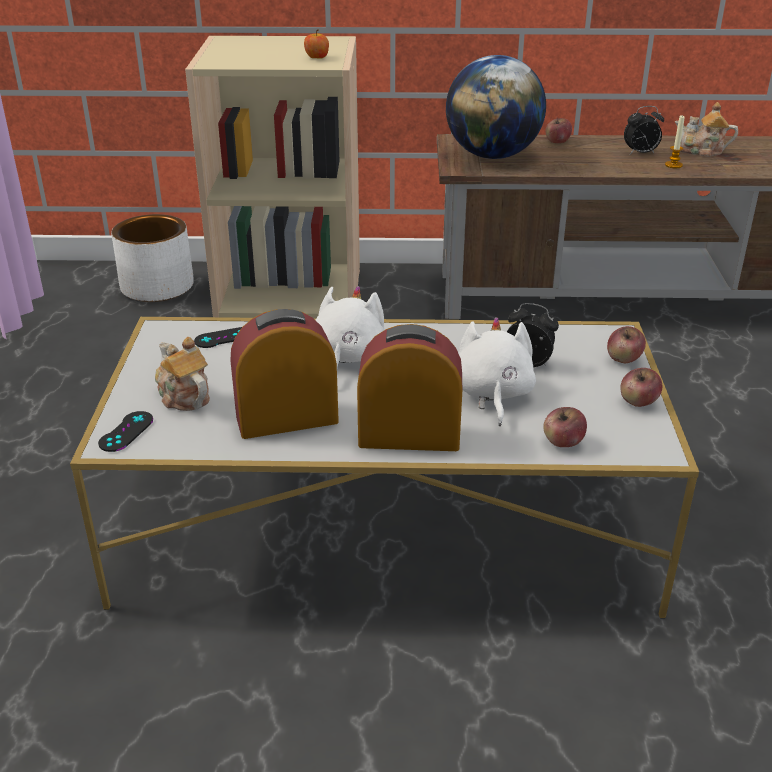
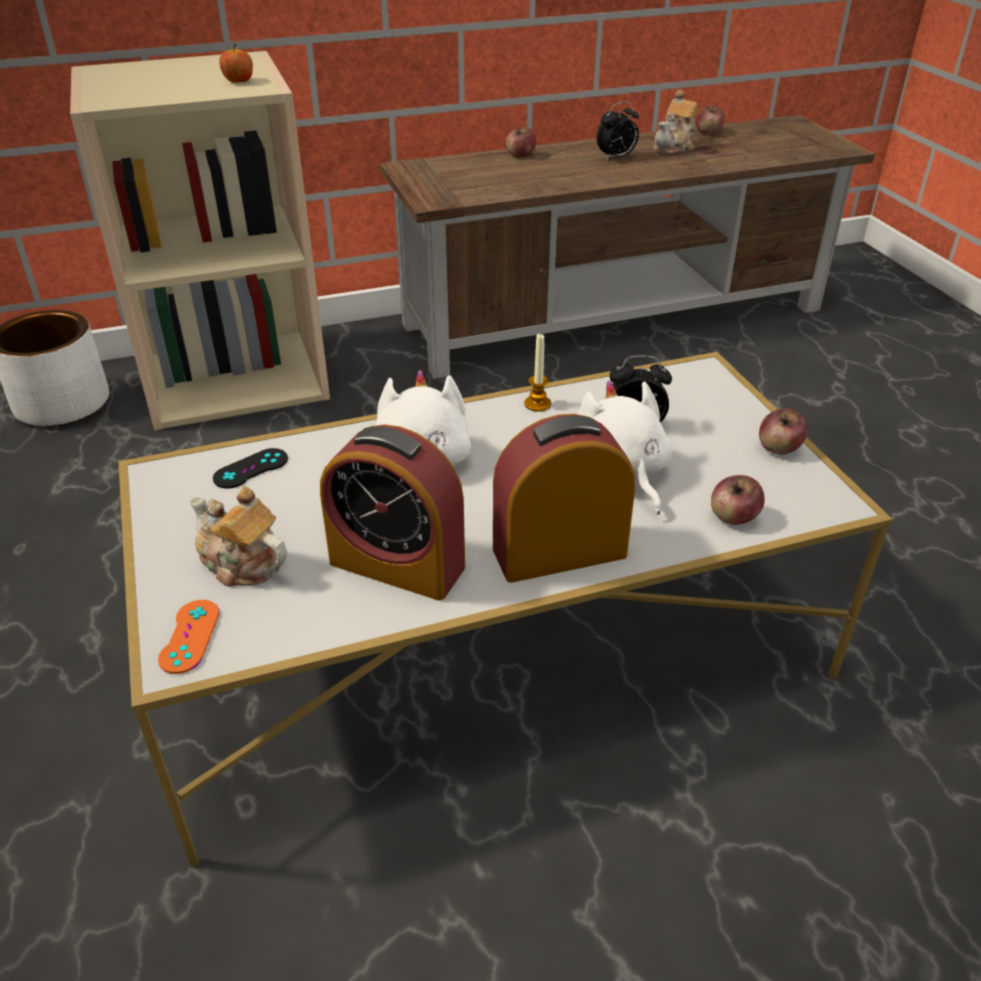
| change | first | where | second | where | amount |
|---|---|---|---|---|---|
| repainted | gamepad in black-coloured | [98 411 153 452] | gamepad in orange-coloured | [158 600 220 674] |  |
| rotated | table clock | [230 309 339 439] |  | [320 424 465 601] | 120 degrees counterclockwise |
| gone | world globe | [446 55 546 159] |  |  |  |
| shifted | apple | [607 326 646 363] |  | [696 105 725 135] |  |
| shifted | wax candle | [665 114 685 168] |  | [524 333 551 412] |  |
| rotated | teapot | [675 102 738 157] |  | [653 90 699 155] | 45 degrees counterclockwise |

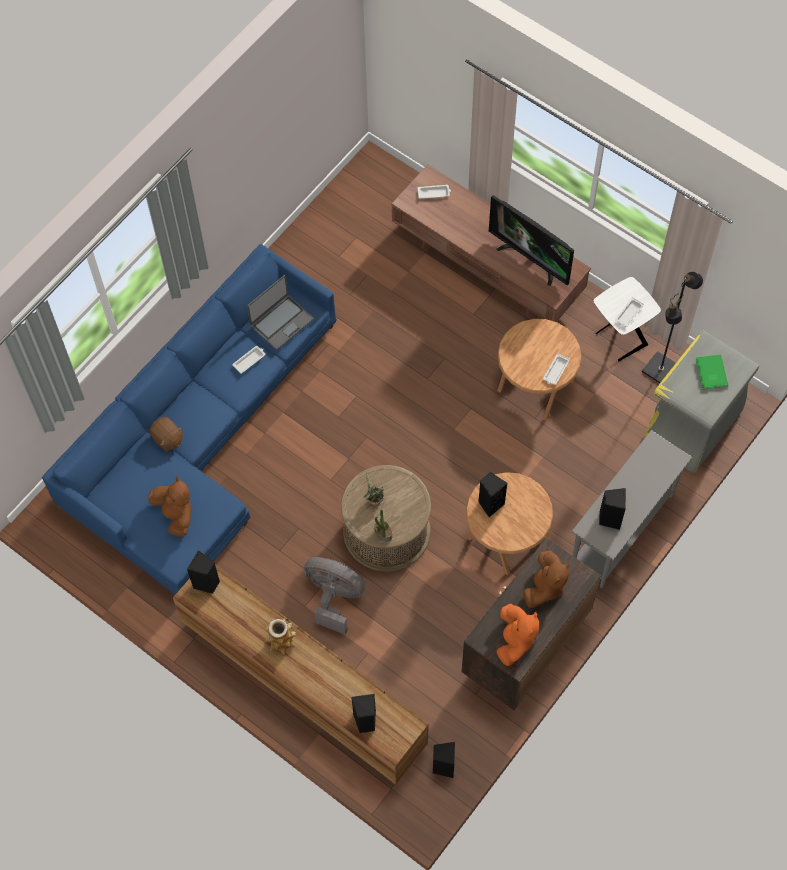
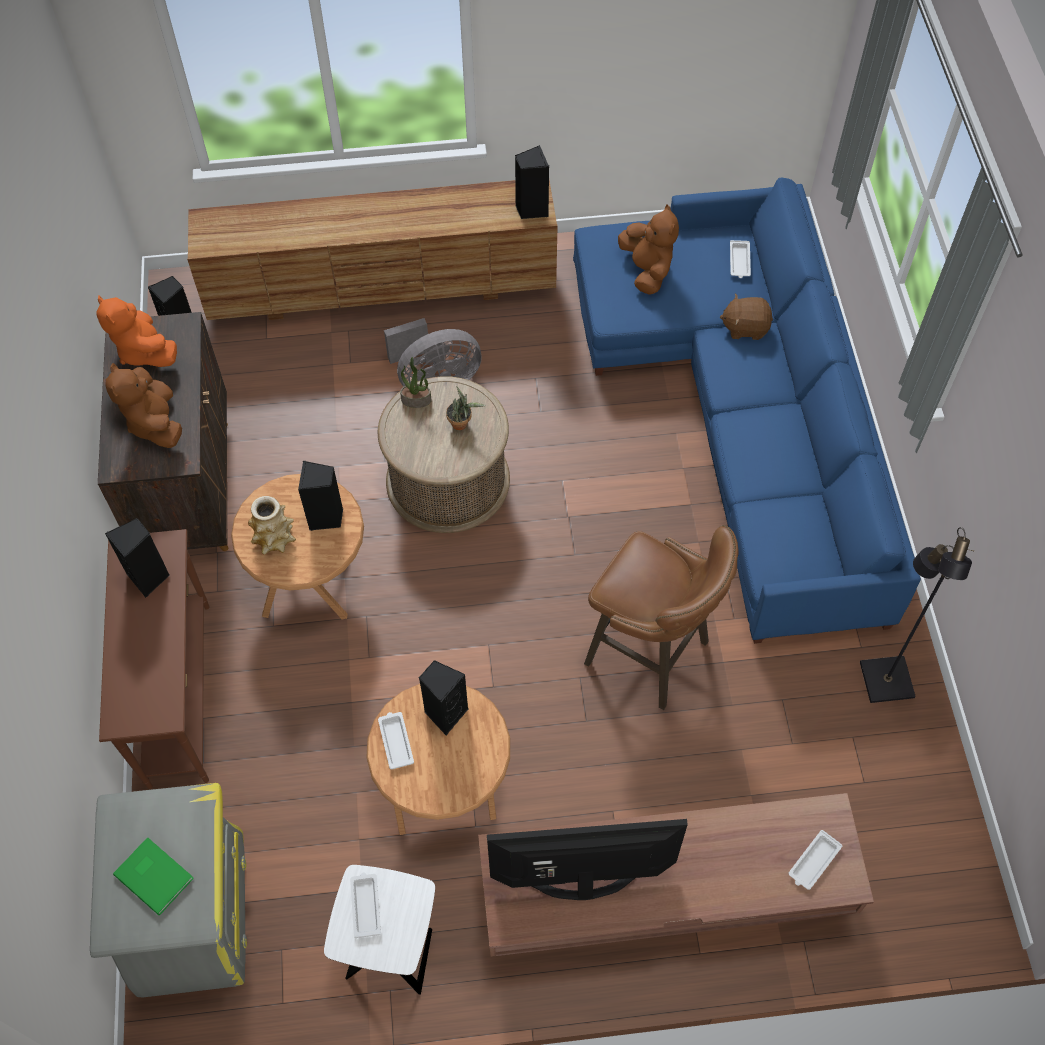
| change | first | where | second | where | amount |
|---|---|---|---|---|---|
| rotated | plush toy in brown-coloured | [148 476 191 537] |  | [618 204 679 295] | 120 degrees counterclockwise |
| shifted | serving tray in white | [232 346 265 374] |  | [730 240 751 278] |  |
| gone | notebook computer | [247 275 314 350] |  |  |  |
| shifted | decorative vase | [265 618 296 655] |  | [248 496 296 555] |  |
| shifted | audio speaker in black-coloured | [351 694 376 733] |  | [419 660 468 736] |  |
| repainted | hall table in greyish | [572 430 692 588] | hall table in brown-coloured | [99 529 210 789] |  |
| shifted | standard lamp in black-coloured | [642 272 703 383] |  | [860 527 975 703] |  |
| new |  |  | stool in brown-coloured | [584 525 739 710] |  |

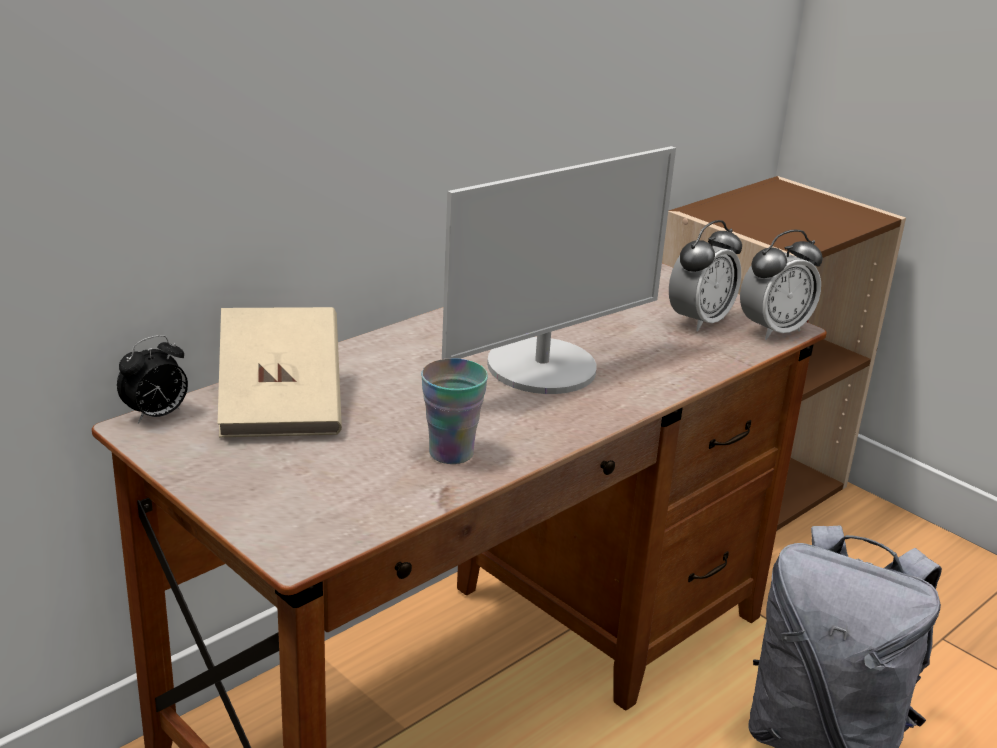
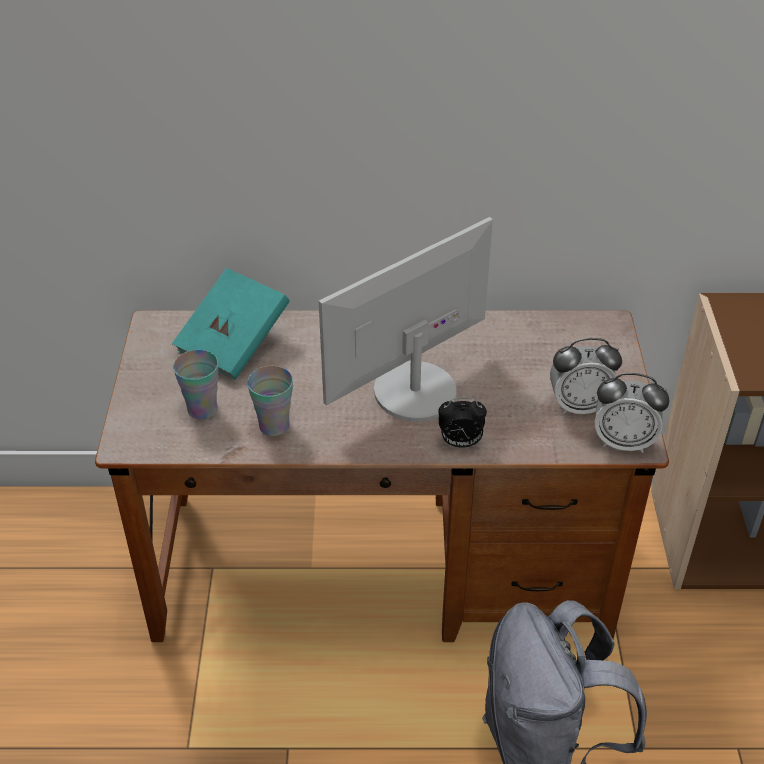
| change | first | where | second | where | amount |
|---|---|---|---|---|---|
| shifted | table clock | [117 335 188 424] |  | [438 398 487 448] |  |
| repainted | bound book in beige | [218 307 342 438] | bound book in turquoise-coloured | [172 268 289 380] |  |
| rotated | computer display | [442 146 676 394] |  | [319 217 493 422] | 135 degrees clockwise |
| new |  |  | drinking cup | [173 350 219 419] |  |

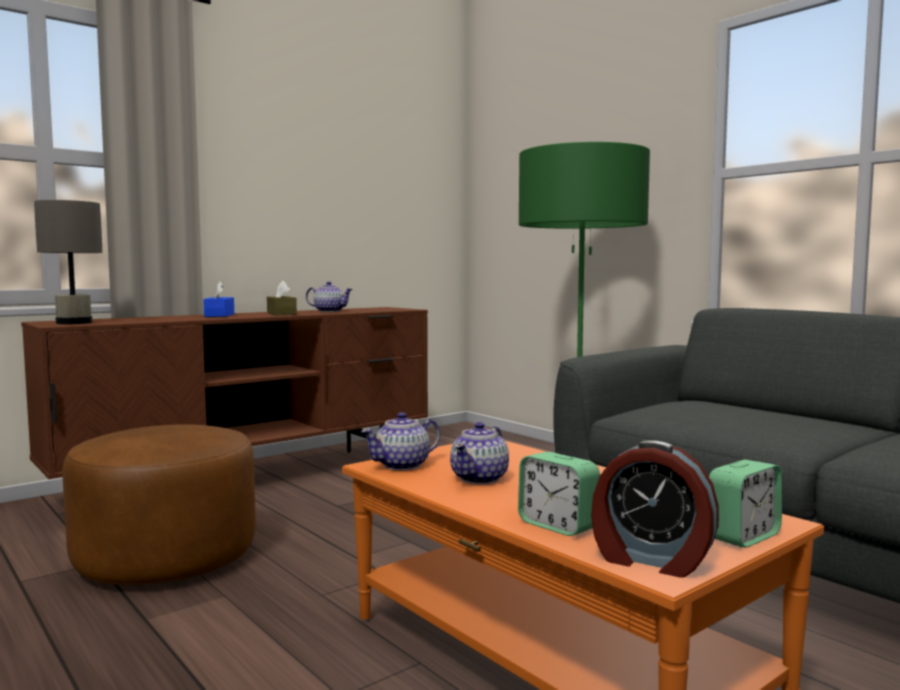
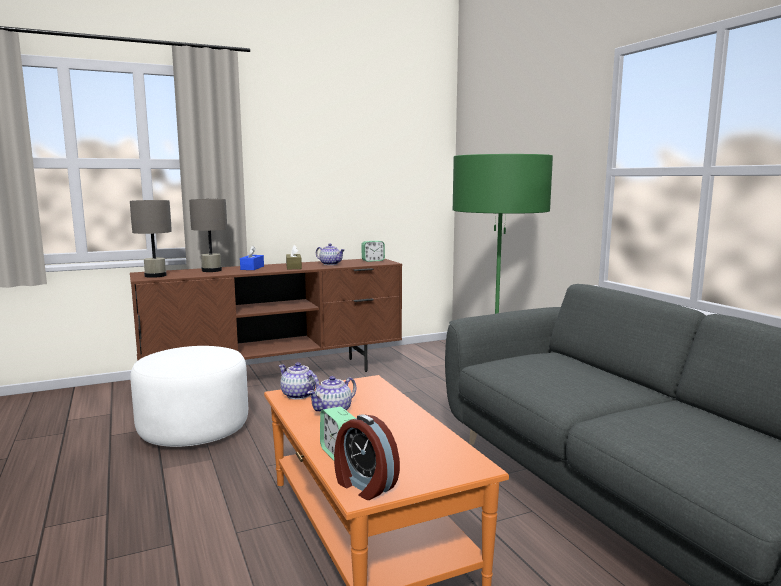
| change | first | where | second | where | amount |
|---|---|---|---|---|---|
| repainted | footrest in brown-coloured | [62 424 256 585] | footrest in white | [130 346 248 447] |  |
| rotated | teapot | [361 412 441 471] |  | [278 362 319 400] | 60 degrees clockwise |
| shifted | table clock | [709 460 782 548] |  | [361 241 385 262] |  |
| new |  |  | lamp for a table in greyish | [189 199 227 272] |  |

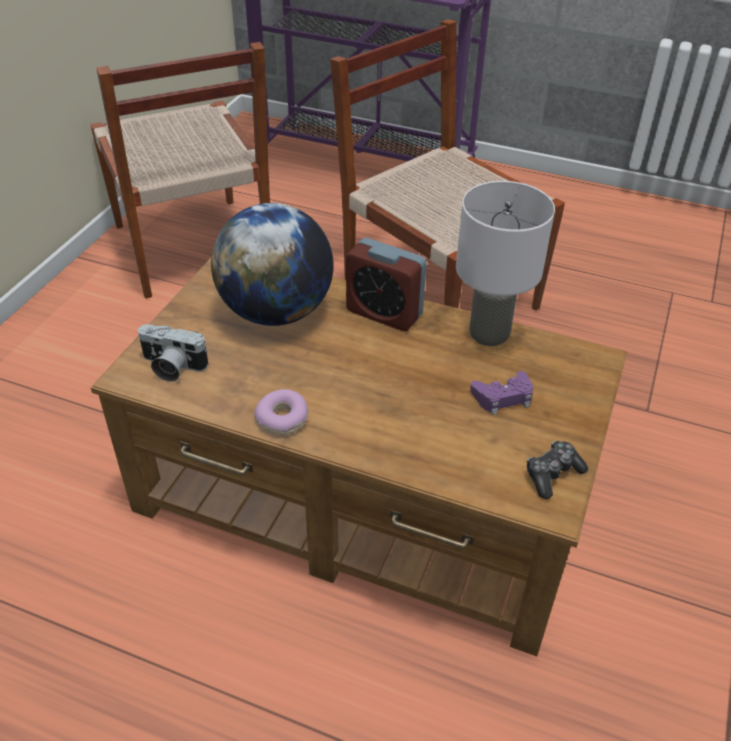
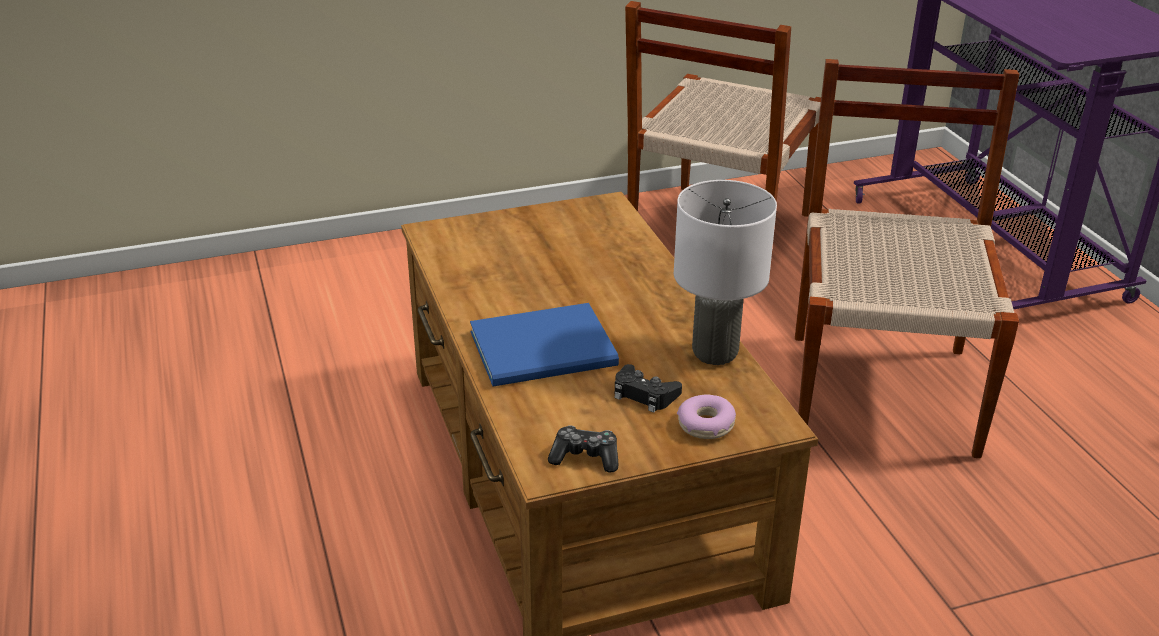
| change | first | where | second | where | amount |
|---|---|---|---|---|---|
| gone | photo camera | [138 324 208 382] |  |  |  |
| gone | world globe | [211 203 334 326] |  |  |  |
| shifted | doughnut | [254 389 308 435] |  | [677 394 736 439] |  |
| gone | table clock | [346 238 427 331] |  |  |  |
| repainted | gamepad in purple | [470 371 533 415] | gamepad in black-coloured | [614 364 682 413] |  |
| new |  |  | bound book in blue-coloured | [470 303 619 387] |  |

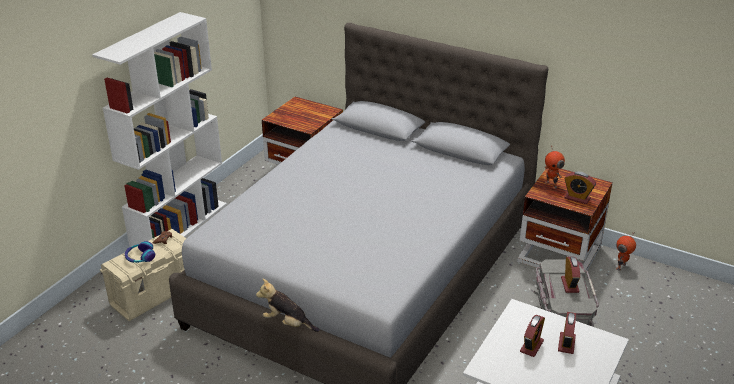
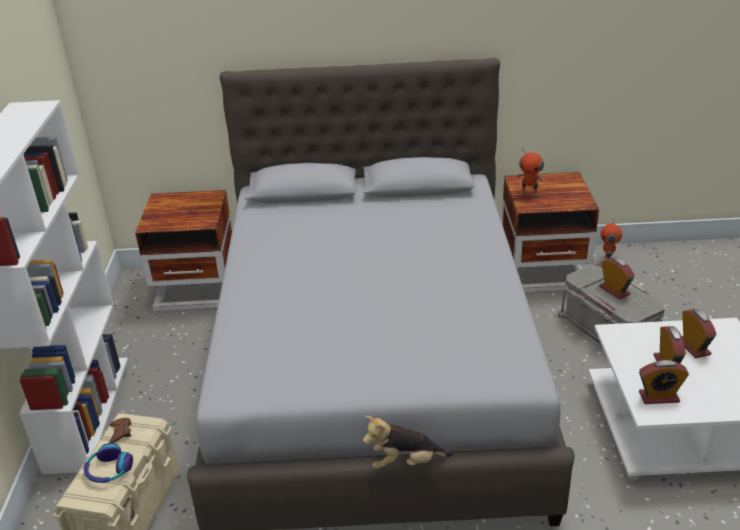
| change | first | where | second | where | amount |
|---|---|---|---|---|---|
| shifted | table clock | [564 172 596 204] |  | [639 360 689 404] |  |

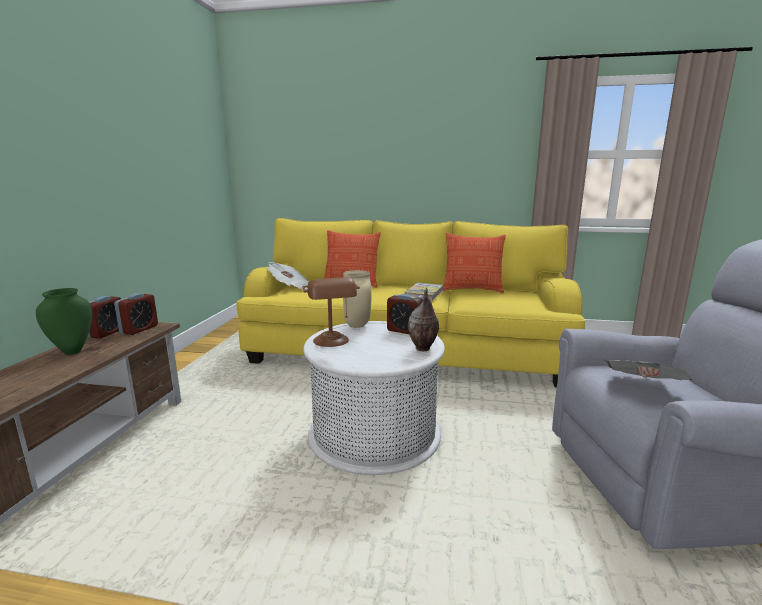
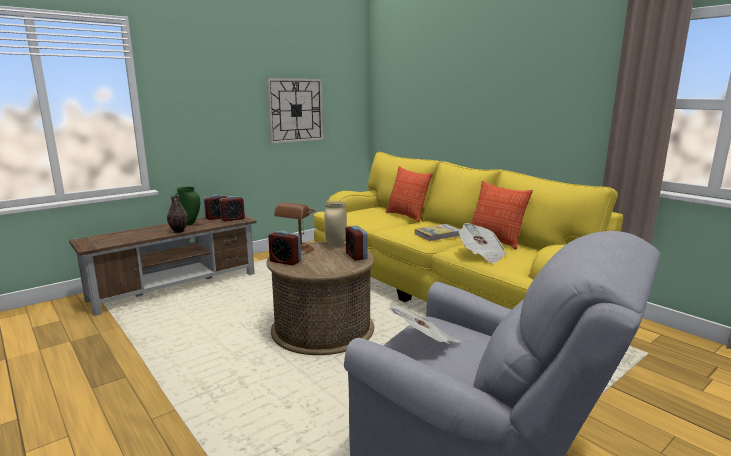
| change | first | where | second | where | amount |
|---|---|---|---|---|---|
| shifted | daily paper | [267 262 309 290] |  | [458 223 507 263] |  |
| repainted | lounge table in white | [303 321 445 475] | lounge table in brown-coloured | [266 242 375 355] |  |
| shifted | decorative vase | [408 287 439 351] |  | [167 194 188 233] |  |
| new |  |  | wall clock | [267 78 323 144] |  |
| new |  |  | table clock | [268 231 301 266] |  |

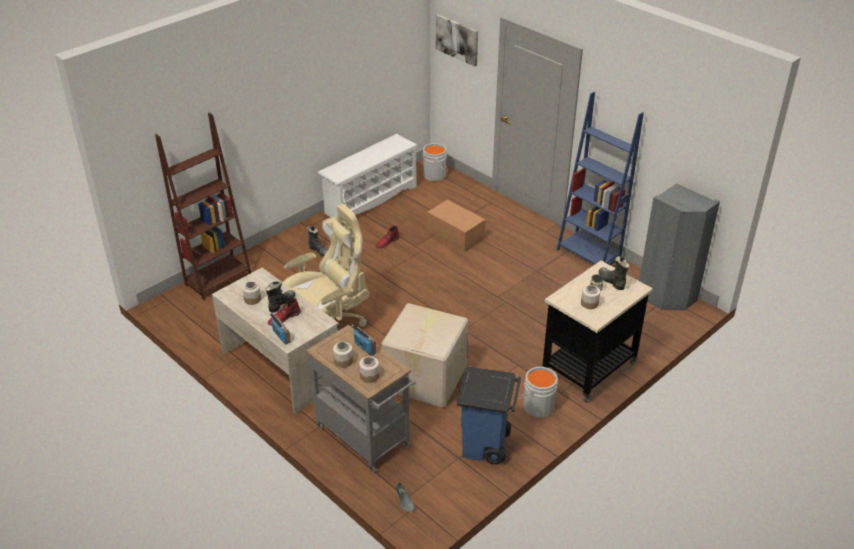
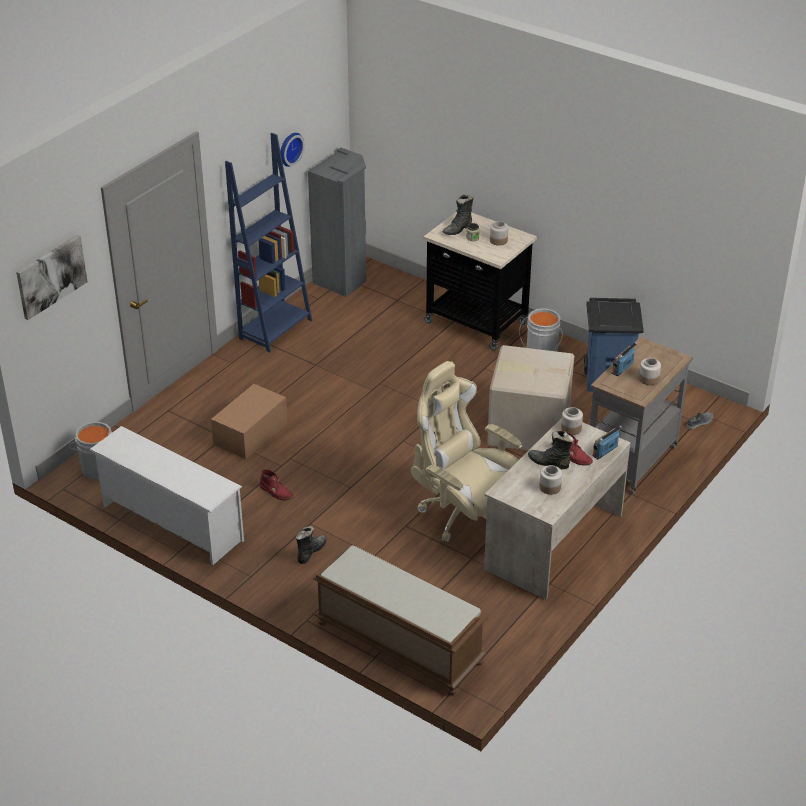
| change | first | where | second | where | amount |
|---|---|---|---|---|---|
| swapped | shelving unit in brown-coloured | [155 113 251 300] | bench in brown-coloured | [313 545 488 695] |  |
| shifted | jar | [359 356 379 383] |  | [561 407 583 435] |  |
| new |  |  | wall clock | [280 133 305 167] |  |

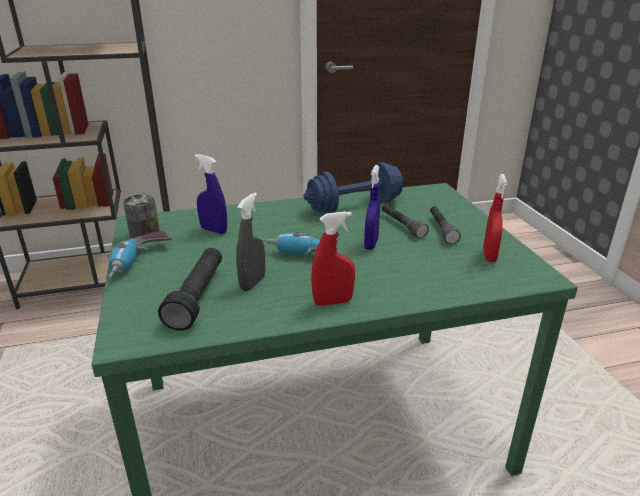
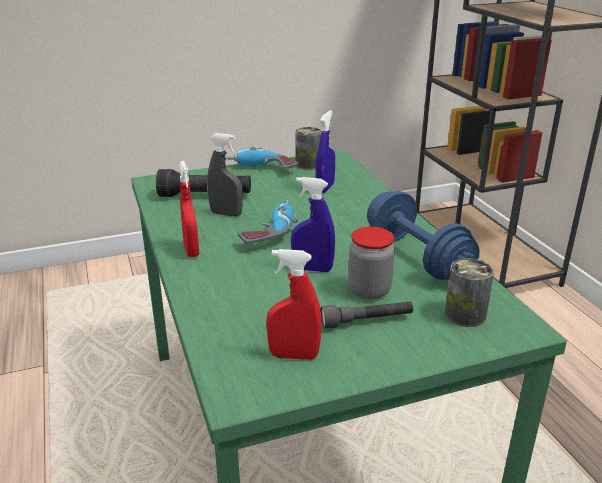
| change | first | where | second | where | amount |
|---|---|---|---|---|---|
| swapped | torch in greyish | [382 204 429 239] | jar | [348 227 395 300] |  |
| new |  |  | can | [445 258 494 327] |  |

